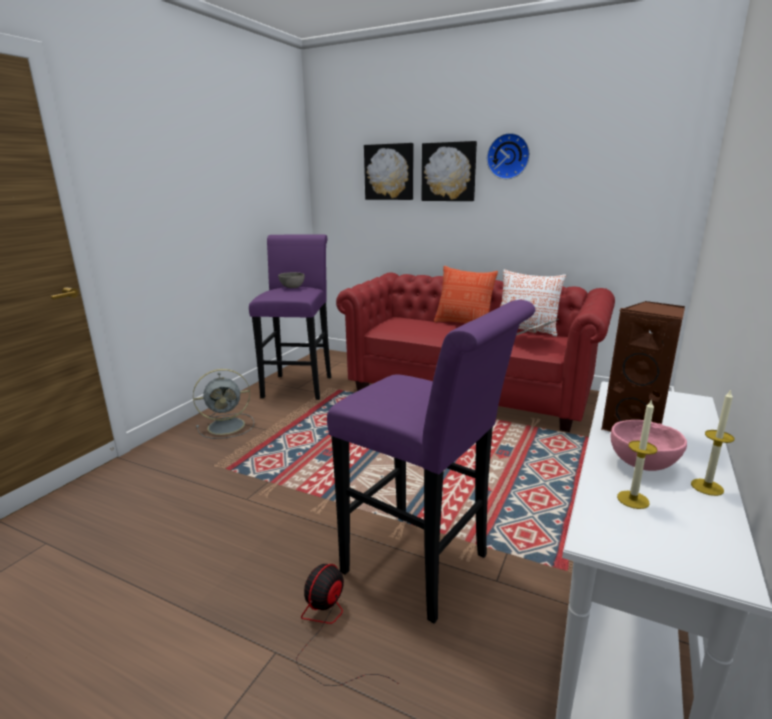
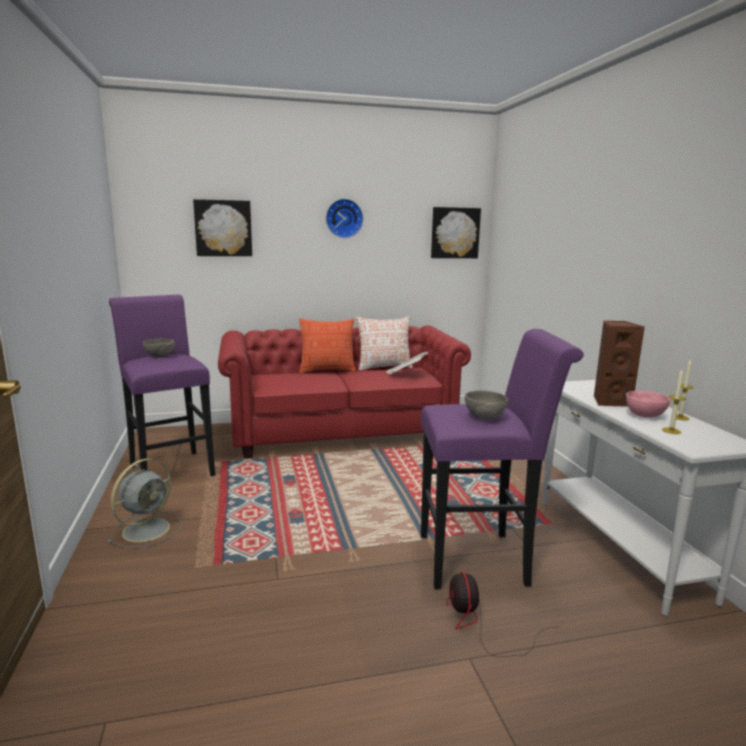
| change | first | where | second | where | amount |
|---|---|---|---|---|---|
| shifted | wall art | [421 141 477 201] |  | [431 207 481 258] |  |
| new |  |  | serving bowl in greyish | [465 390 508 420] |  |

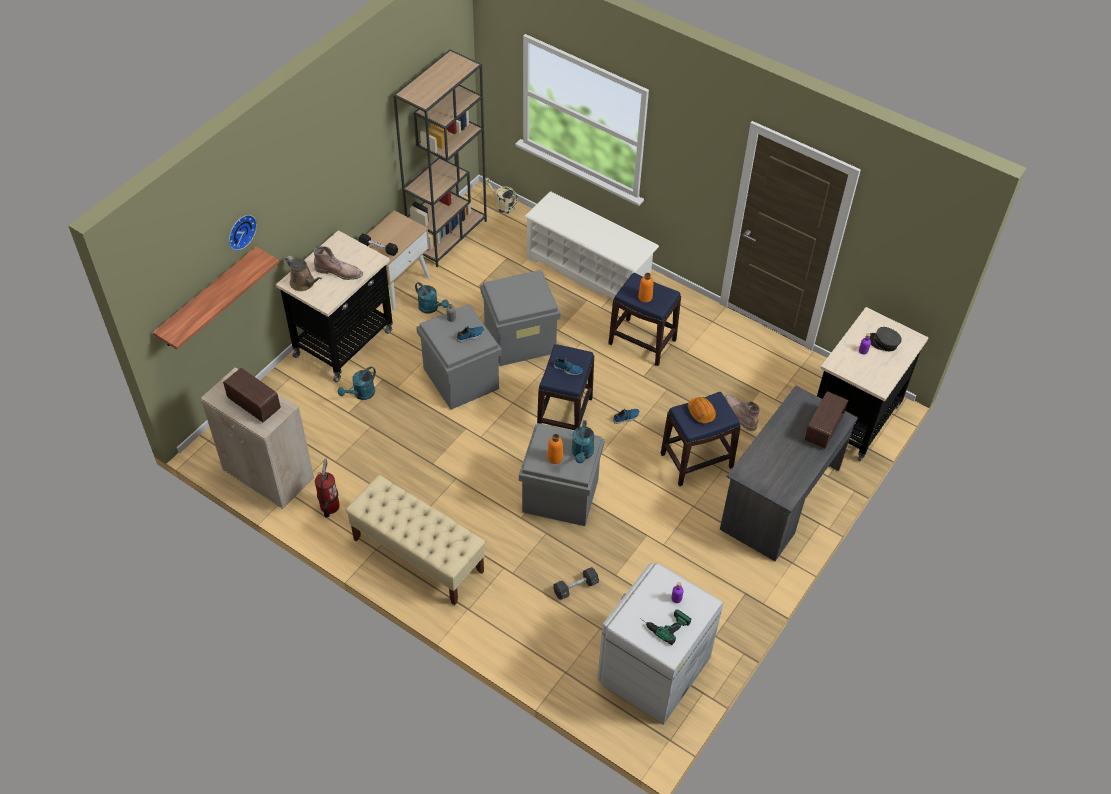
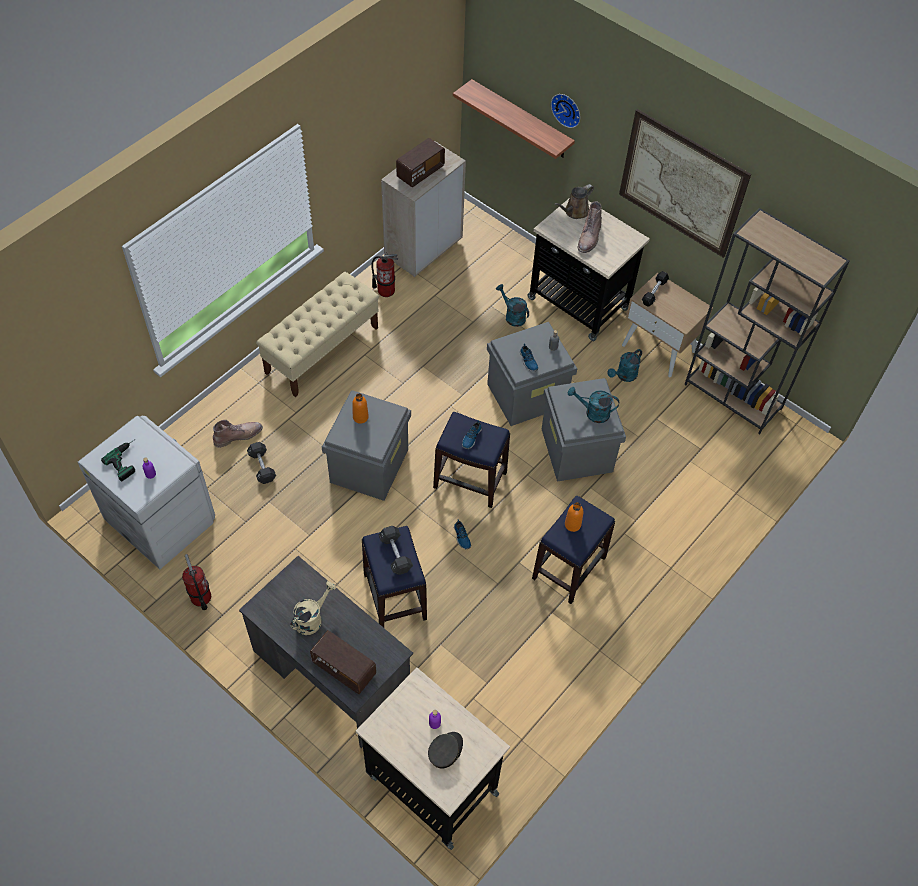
| change | first | where | second | where | amount |
|---|---|---|---|---|---|
| shifted | watering pot in beige | [486 178 518 214] |  | [290 581 336 635] |  |
| gone | shoe shelf in white | [525 191 659 300] |  |  |  |
| shifted | watering pot in turquoise-coloured | [572 420 595 463] |  | [568 387 619 423] |  |
| swapped | safety helmet in orange-coloured | [688 397 716 423] | dumbbell in black-coloured | [379 526 413 575] |  |
| shifted | tall boot in brown-coloured | [725 394 760 431] |  | [213 420 263 448] |  |
| new |  |  | fire extinguisher | [182 554 211 610] |  |
| new |  |  | wall art | [619 109 751 258] |  |

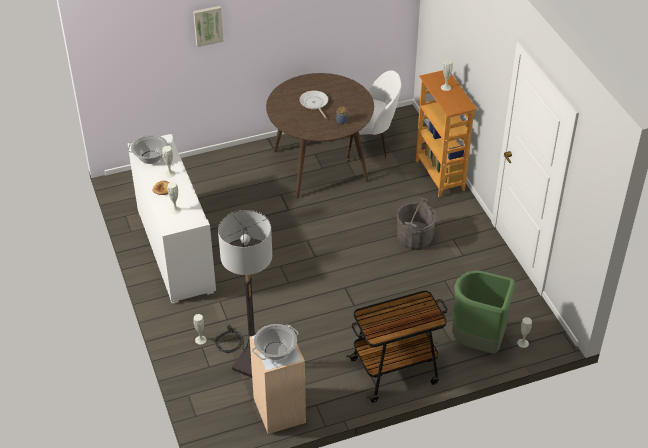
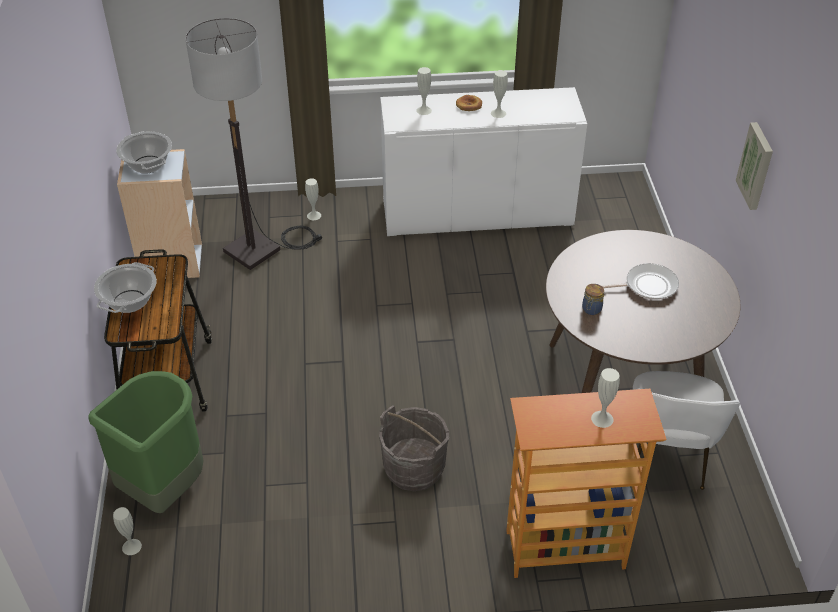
| change | first | where | second | where | amount |
|---|---|---|---|---|---|
| shifted | saucepot | [127 135 172 164] |  | [94 262 157 313] |  |
| shifted | wall art | [193 6 224 47] |  | [736 122 773 210] |  |

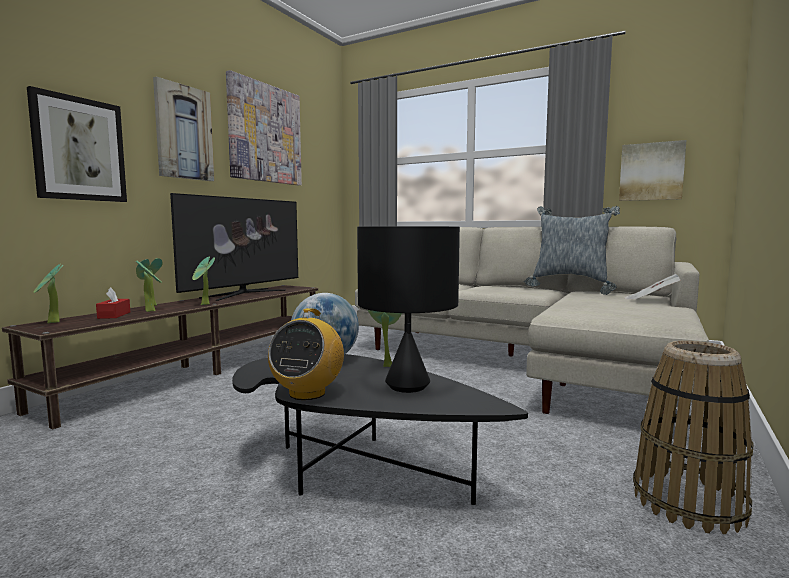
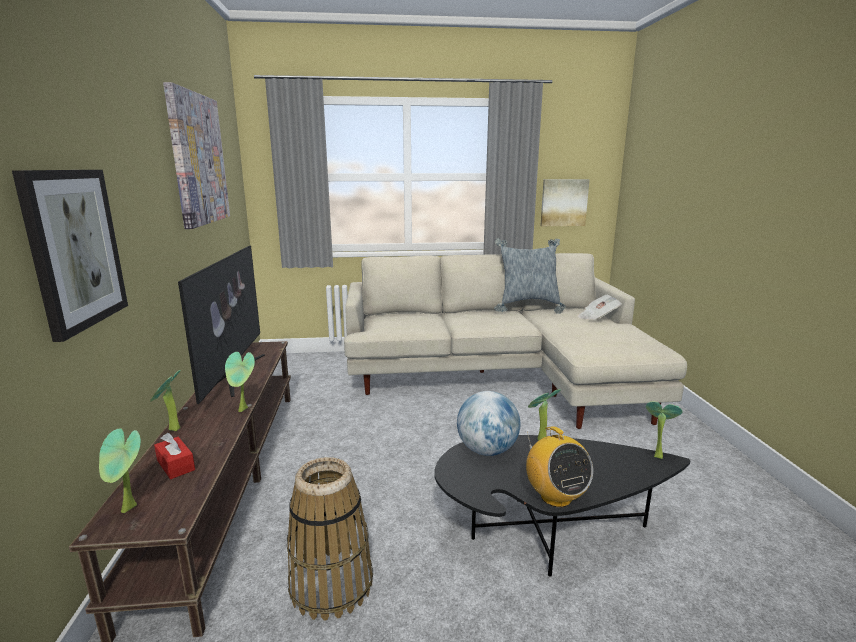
| change | first | where | second | where | amount |
|---|---|---|---|---|---|
| shifted | potted plant | [136 260 162 312] |  | [646 402 682 459] |  |
| gone | wall art | [153 77 214 181] |  |  |  |
| gone | lamp for a table in black-coloured | [357 226 460 393] |  |  |  |
| shifted | storage basket | [633 341 754 534] |  | [287 457 373 621] |  |

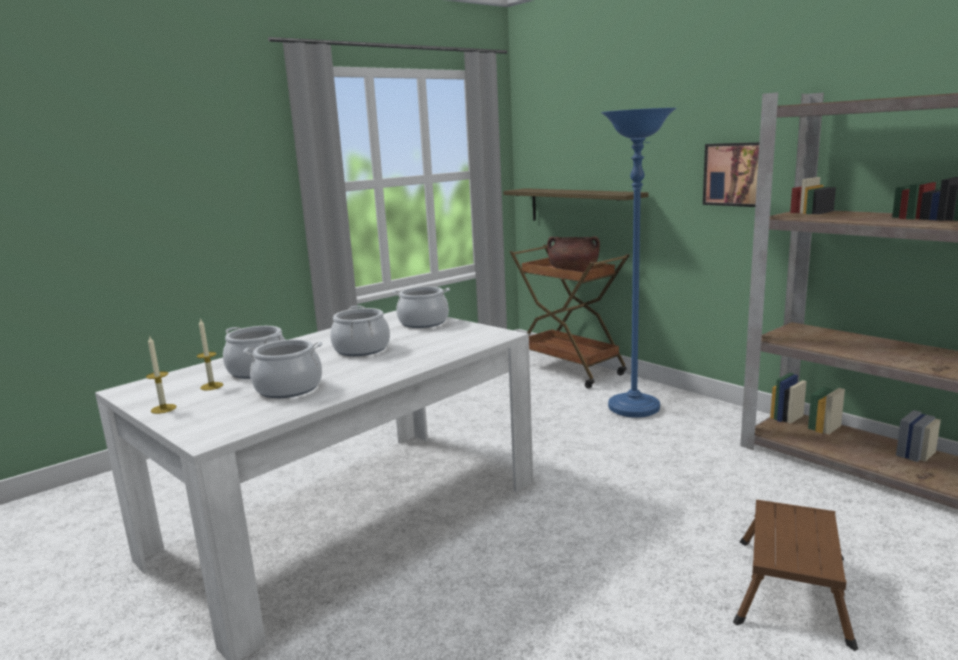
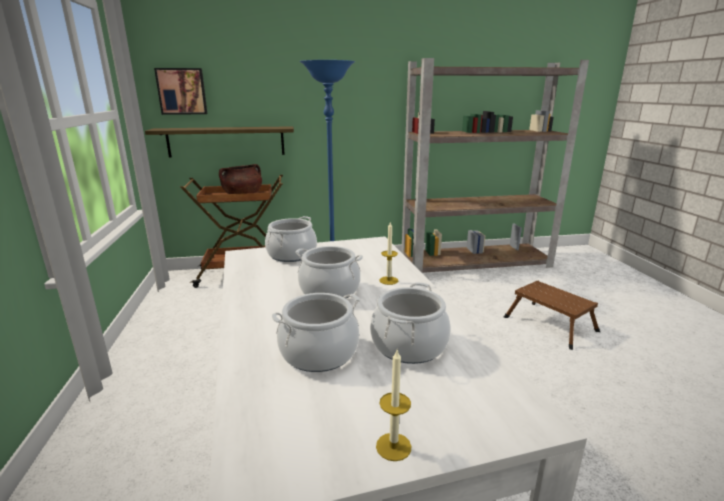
| change | first | where | second | where | amount |
|---|---|---|---|---|---|
| shifted | wax candle | [197 318 224 390] |  | [379 222 398 285] |  |
| shifted | wall art | [703 142 759 207] |  | [154 68 207 115] |  |

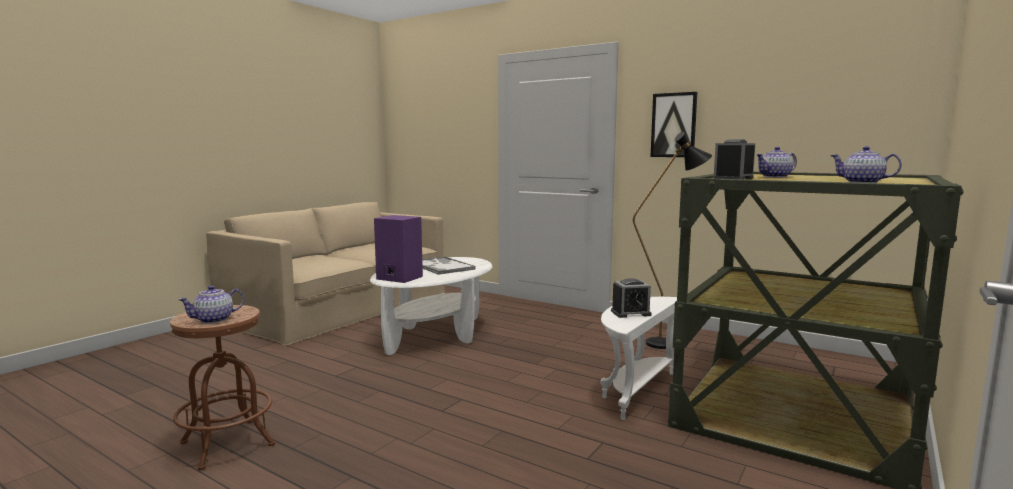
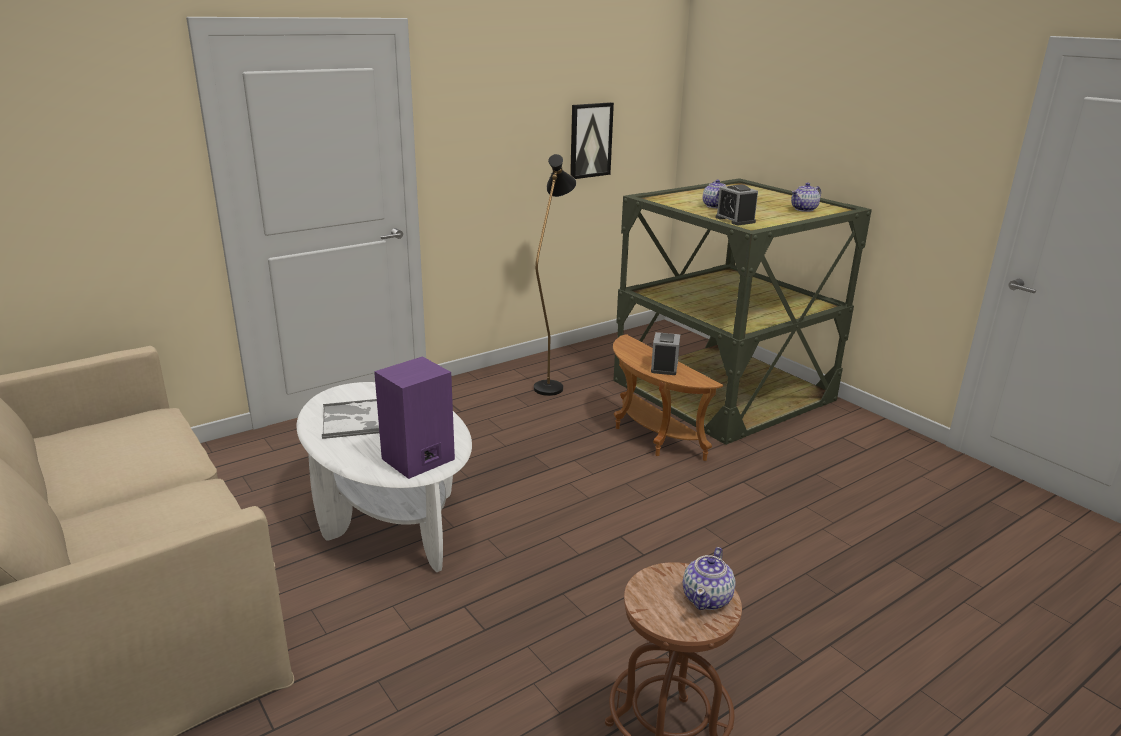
| change | first | where | second | where | amount |
|---|---|---|---|---|---|
| rotated | teapot | [178 285 244 324] |  | [683 547 736 610] | 45 degrees clockwise |
| repainted | accent table in white | [600 297 677 420] | accent table in brown-coloured | [613 334 723 461] |  |
| shifted | wall art | [650 92 698 157] |  | [570 102 614 179] |  |

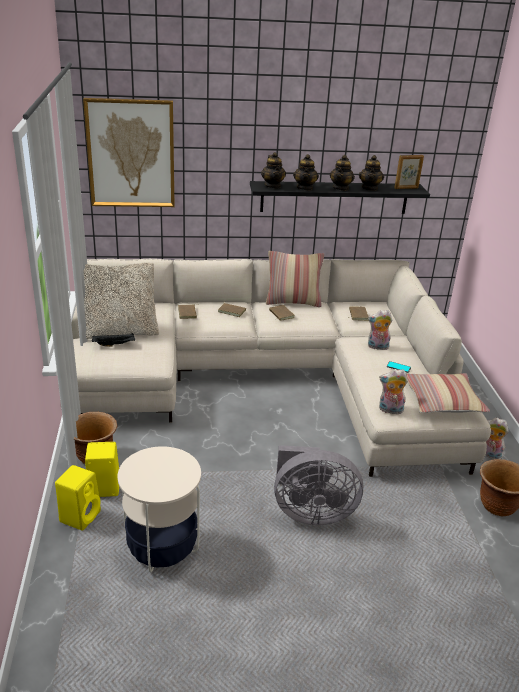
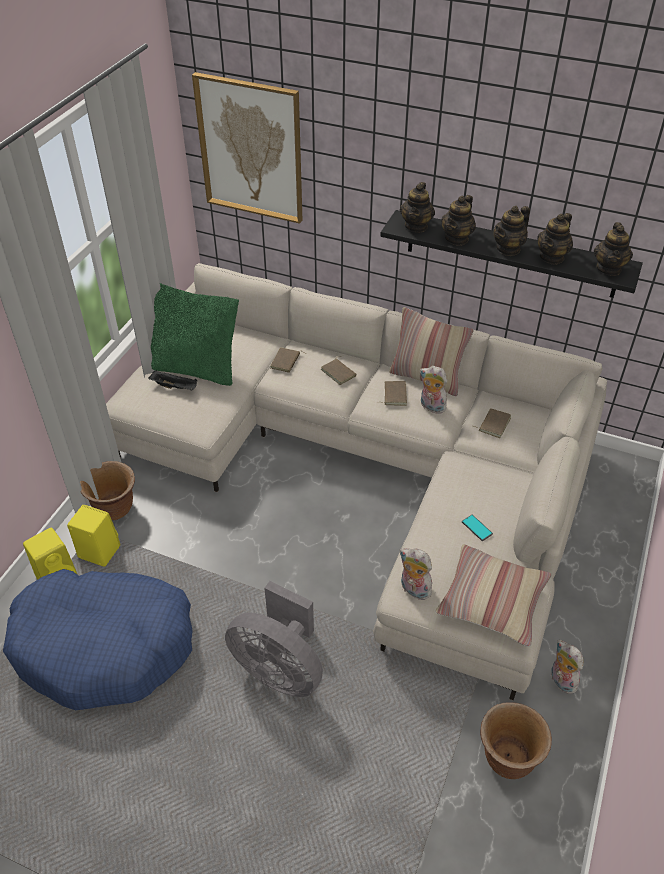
| change | first | where | second | where | amount |
|---|---|---|---|---|---|
| repainted | throw pillow in beige | [83 263 159 339] | throw pillow in greenish | [151 283 239 386] |  |
| swapped | accent table in beige | [118 446 201 572] | dog bed in blue-coloured | [3 569 192 710] |  |
| shifted | plush toy | [368 310 392 350] |  | [420 366 447 414] |  |
| swapped | photo frame | [394 155 424 189] | teapot | [594 222 633 276] |  |

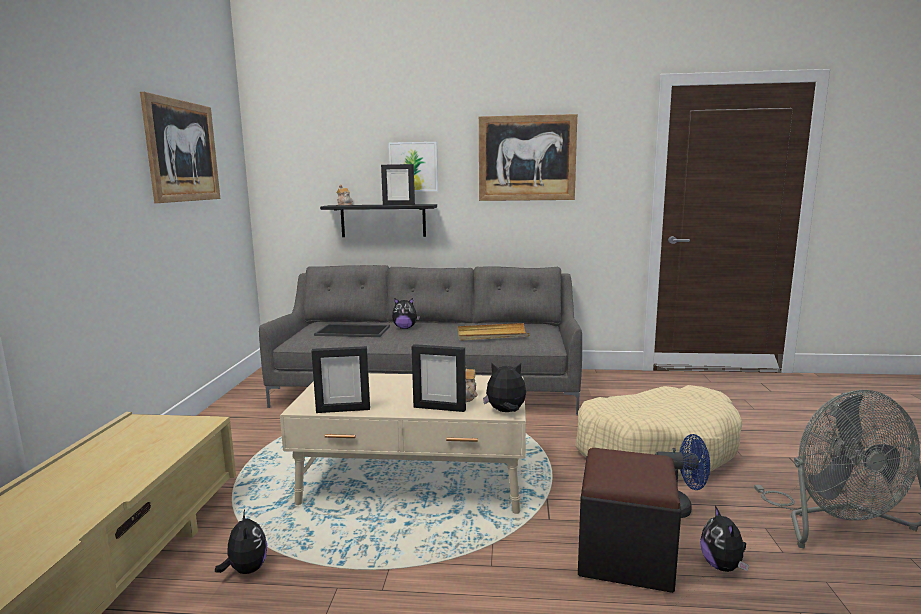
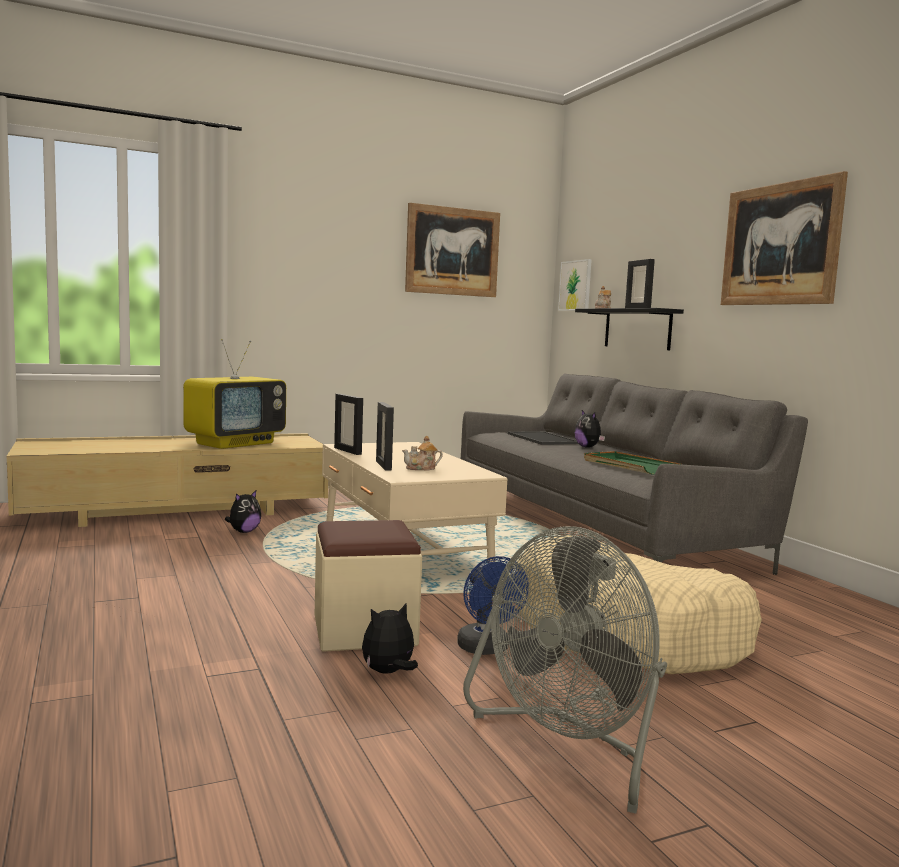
| change | first | where | second | where | amount |
|---|---|---|---|---|---|
| shifted | wall art | [389 142 438 191] |  | [558 259 592 311] |  |
| repainted | serving tray in beige | [458 323 530 341] | serving tray in greenish | [584 451 682 475] |  |
| gone | plush toy | [483 363 526 412] |  |  |  |
| repainted | footrest in black-coloured | [578 448 681 593] | footrest in beige | [315 520 422 652] |  |
| new |  |  | television | [183 339 286 449] |  |

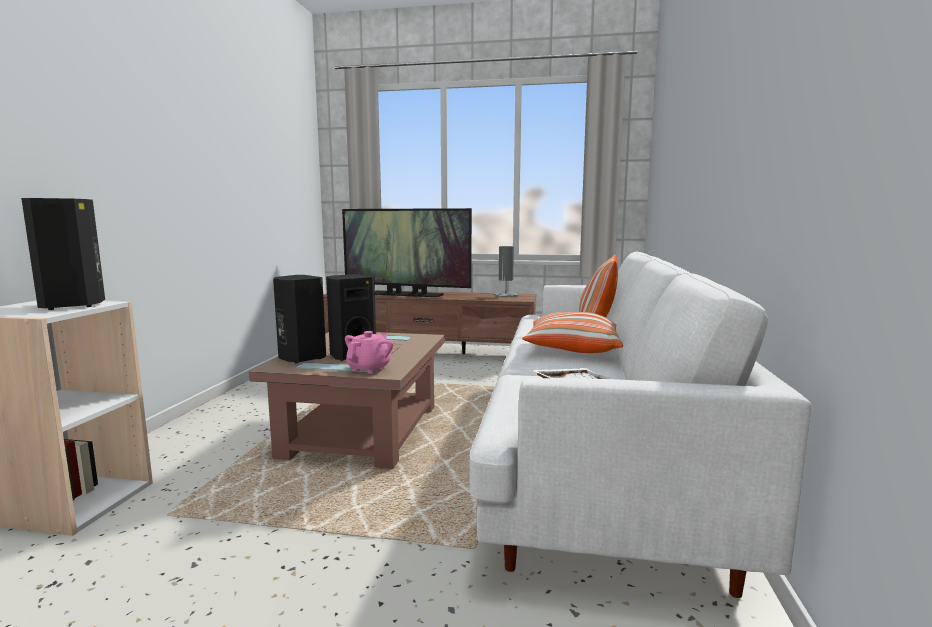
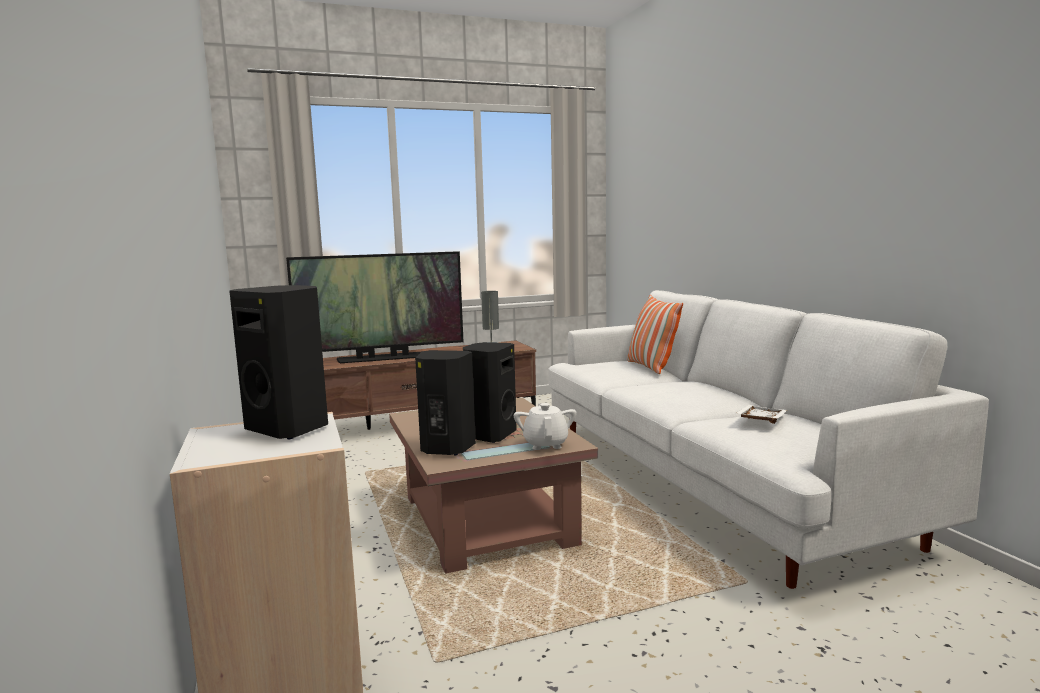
| change | first | where | second | where | amount |
|---|---|---|---|---|---|
| repainted | teapot in pink | [345 331 394 374] | teapot in white | [514 403 577 450] |  |
| gone | throw pillow | [522 312 623 353] |  |  |  |

